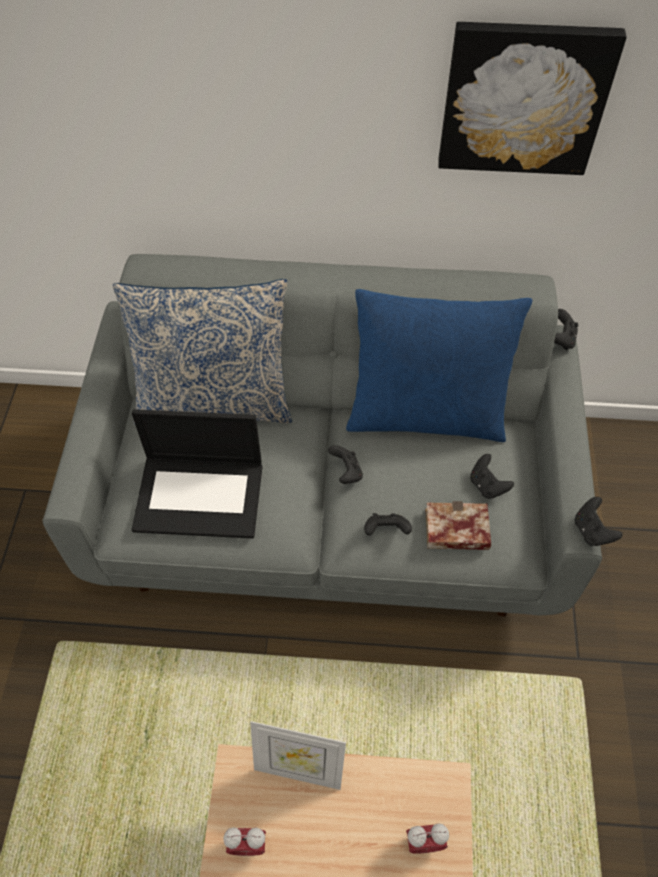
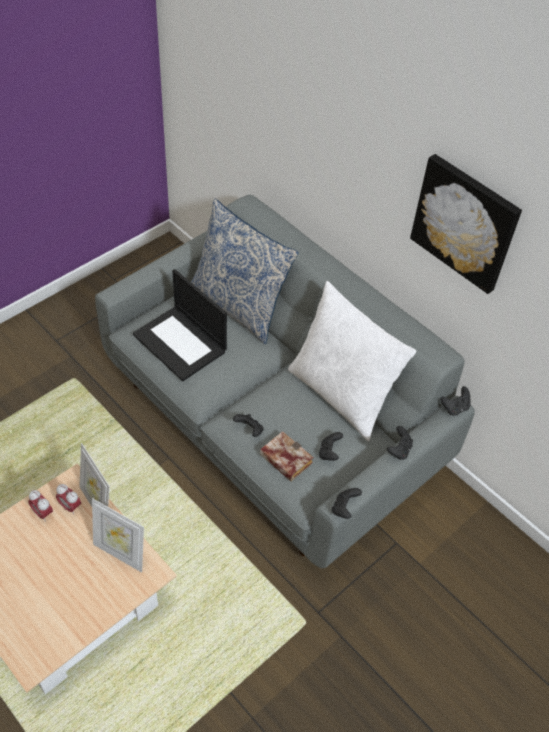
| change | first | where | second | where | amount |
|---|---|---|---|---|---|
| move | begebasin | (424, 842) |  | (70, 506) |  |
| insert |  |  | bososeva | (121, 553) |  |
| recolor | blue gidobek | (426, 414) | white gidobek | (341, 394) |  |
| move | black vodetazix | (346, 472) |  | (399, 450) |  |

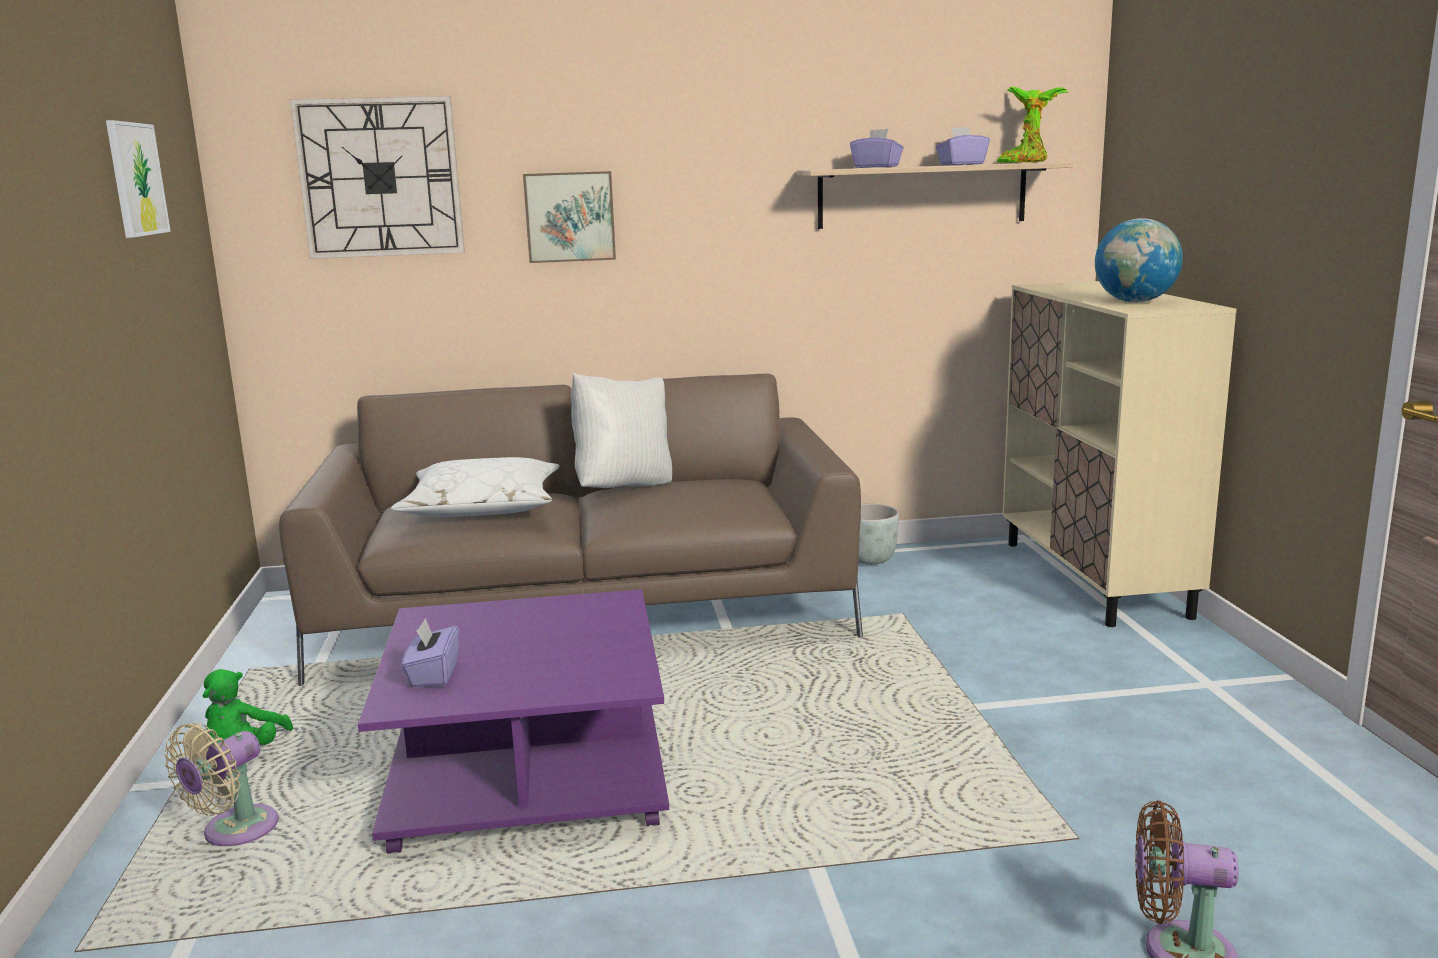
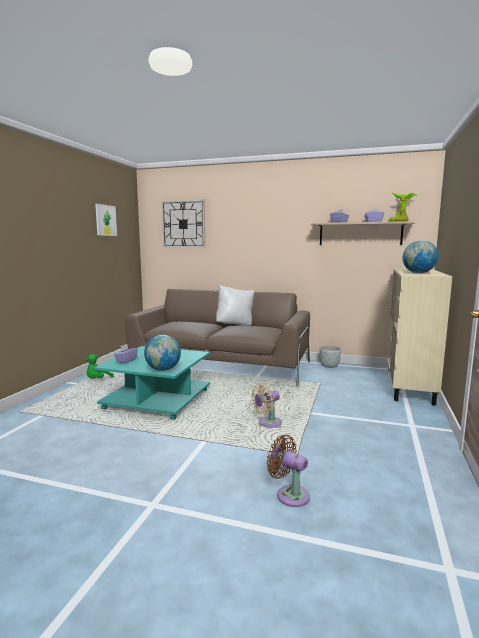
| change | first | where | second | where | amount |
|---|---|---|---|---|---|
| recolor | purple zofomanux | (532, 769) | turquoise zofomanux | (158, 399) |  |
| insert |  |  | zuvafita | (163, 369) |  |
| move | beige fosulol | (234, 832) |  | (267, 423) |  |
| delete | white gidobek | (482, 507) |  |  |  |
| delete | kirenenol | (569, 217) |  |  |  |

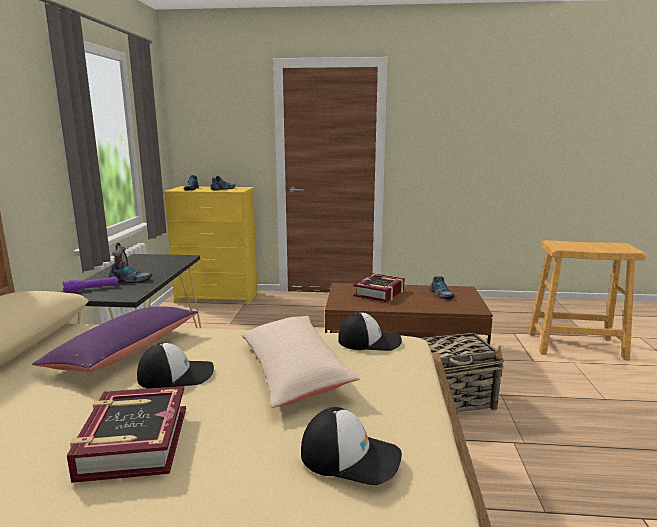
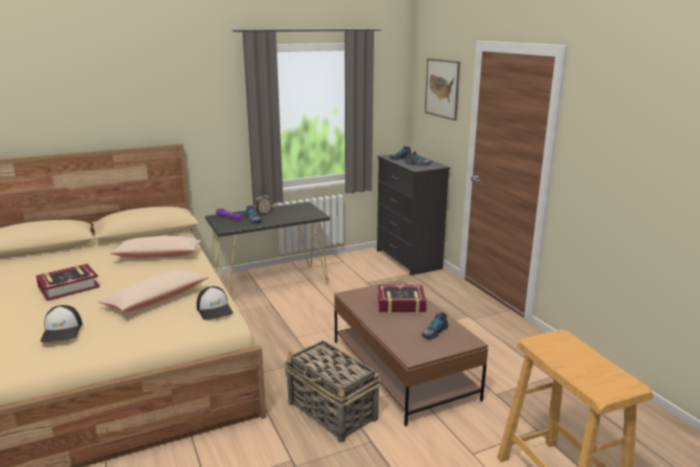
| change | first | where | second | where | amount |
|---|---|---|---|---|---|
| recolor | purple gidobek | (125, 351) | beige gidobek | (158, 256) |  |
| recolor | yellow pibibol | (217, 297) | black pibibol | (408, 260) |  |
| insert |  |  | kirenenol | (442, 88) |  |
| delete | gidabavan | (177, 374) |  |  |  |

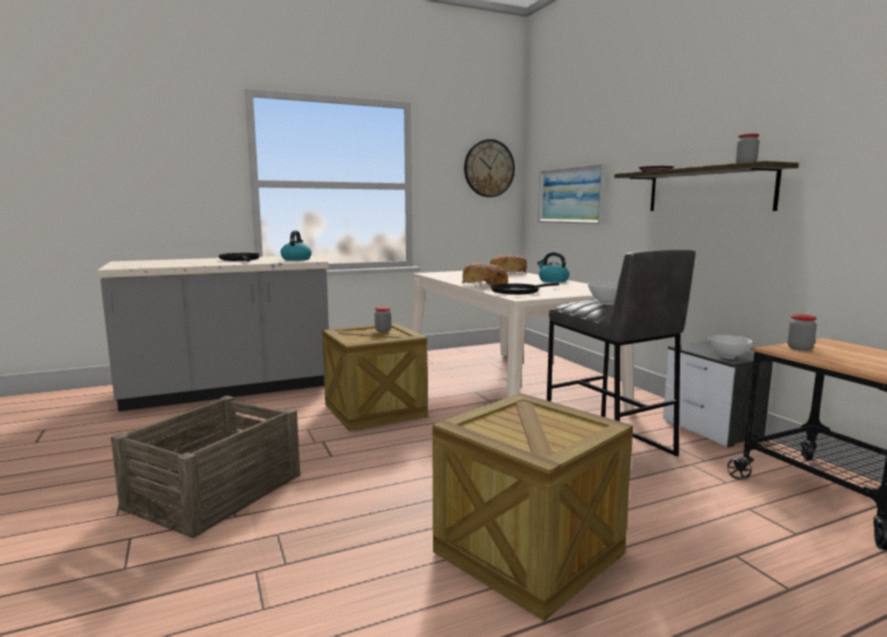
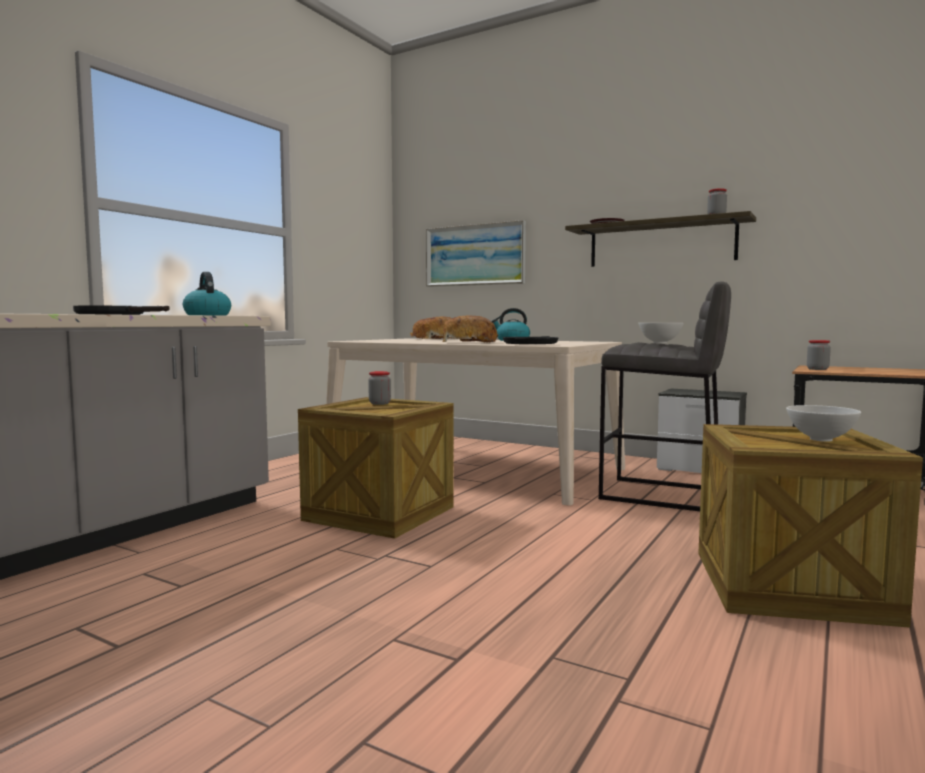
| change | first | where | second | where | amount |
|---|---|---|---|---|---|
| move | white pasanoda | (728, 357) |  | (820, 439) |  |
| delete | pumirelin | (216, 491) |  |  |  |
| delete | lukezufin | (489, 168) |  |  |  |

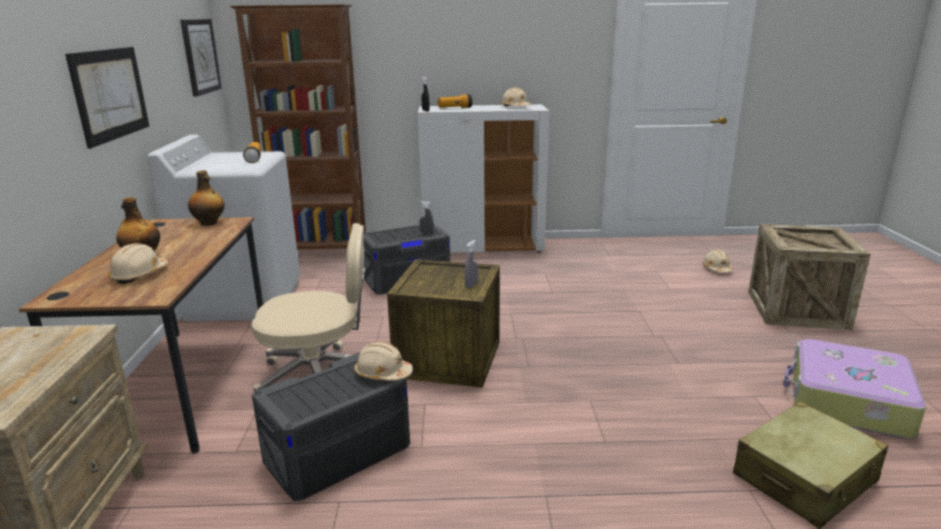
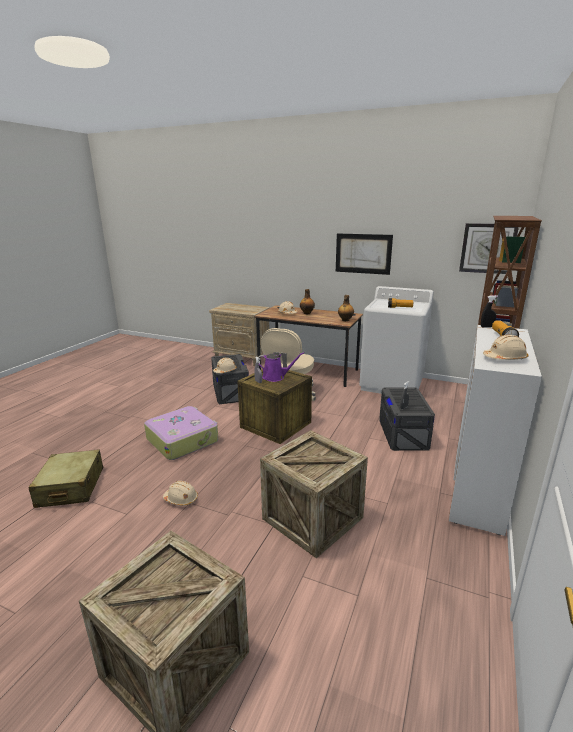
| change | first | where | second | where | amount |
|---|---|---|---|---|---|
| move | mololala | (847, 402) |  | (183, 440) |  |
| move | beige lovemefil | (716, 269) |  | (181, 499) |  |
| insert |  |  | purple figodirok | (275, 377) |  |
| insert |  |  | pumirelin | (312, 518) |  |

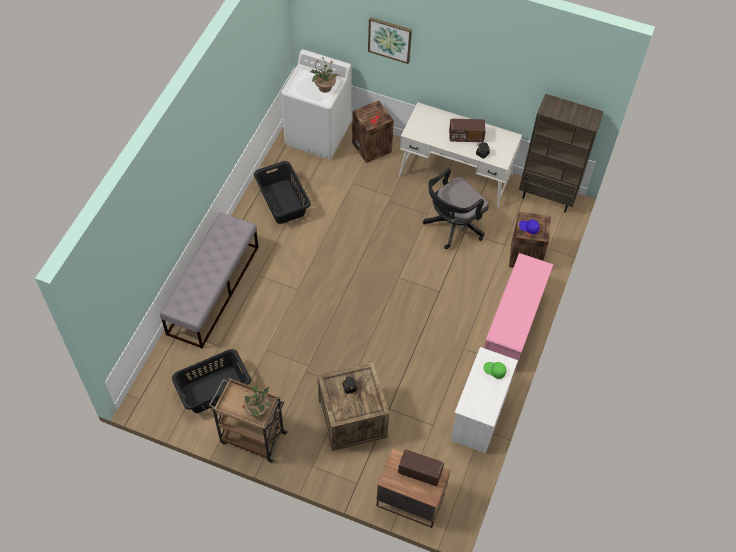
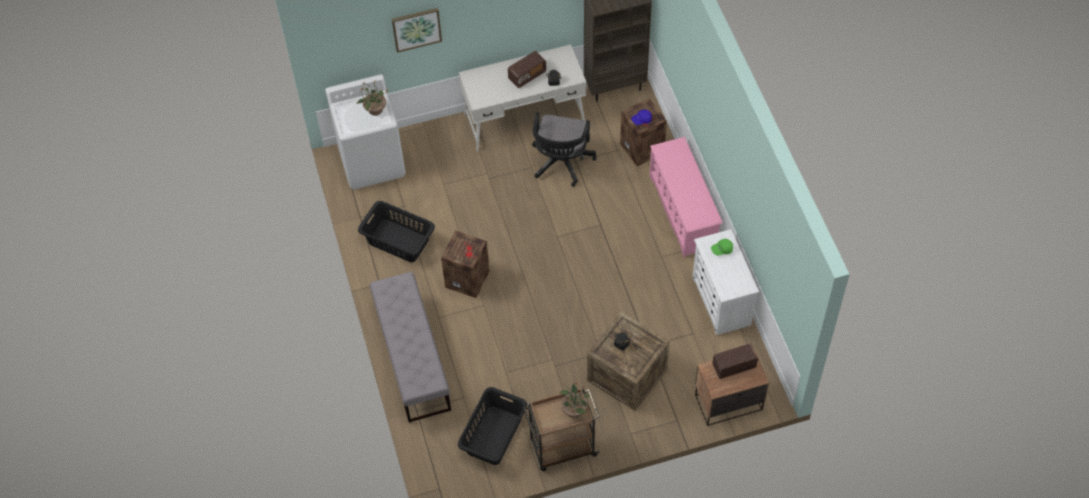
| change | first | where | second | where | amount |
|---|---|---|---|---|---|
| move | pumirelin | (372, 147) |  | (468, 279) |  |

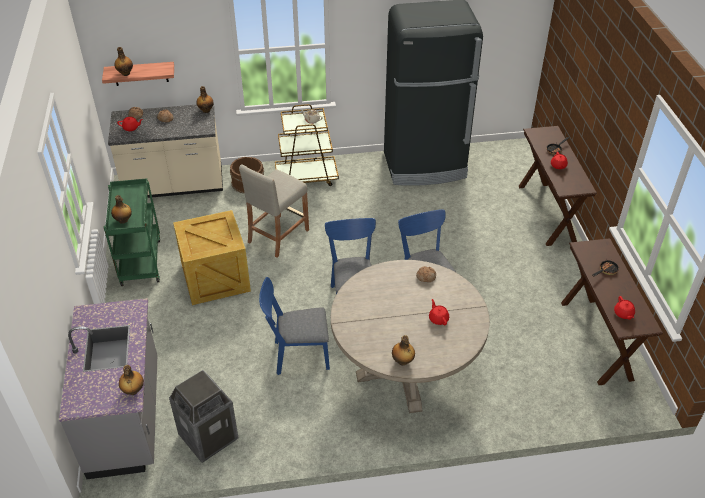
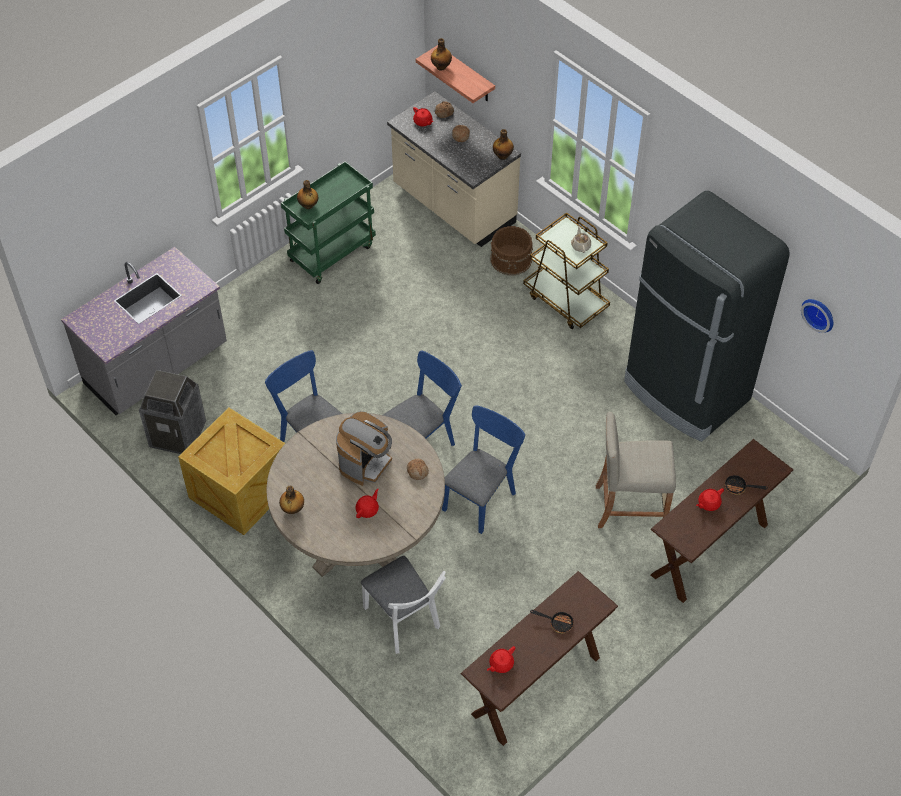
| change | first | where | second | where | amount |
|---|---|---|---|---|---|
| move | pumirelin | (214, 277) |  | (240, 490) |  |
| insert |  |  | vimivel | (366, 463) |  |
| insert |  |  | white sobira | (404, 622) |  |
| move | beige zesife | (278, 236) |  | (630, 506) |  |
| insert |  |  | lukezufin | (819, 313) |  |
| delete | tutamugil | (133, 391) |  |  |  |

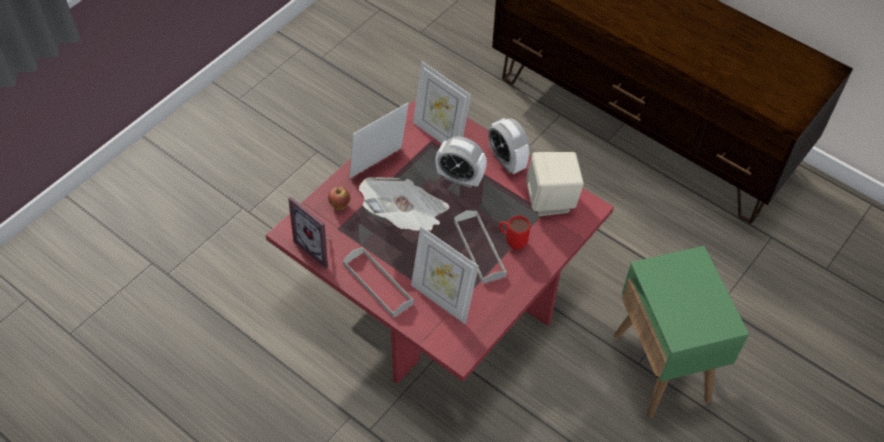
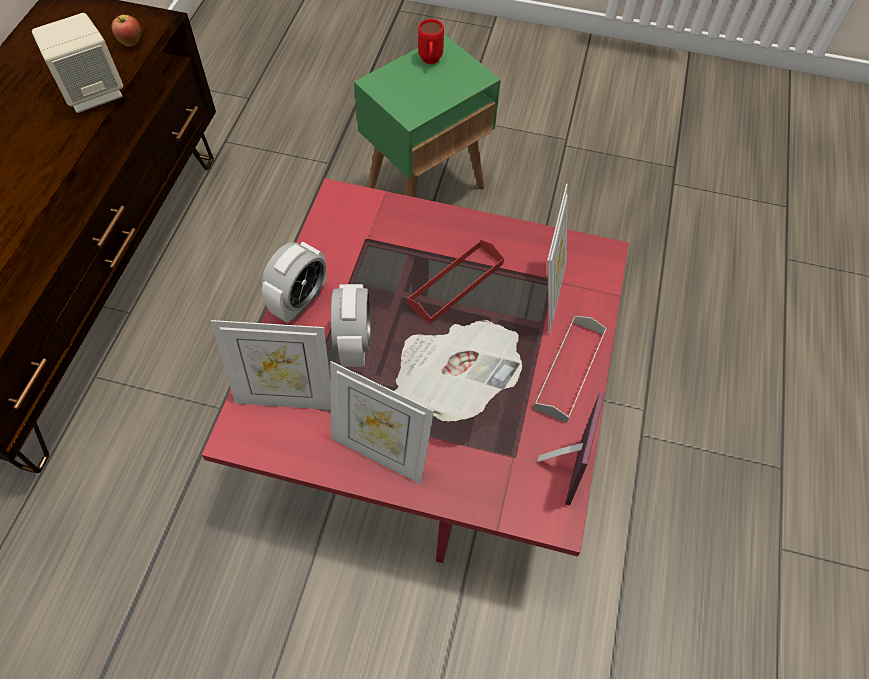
| change | first | where | second | where | amount |
|---|---|---|---|---|---|
| move | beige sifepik | (551, 200) |  | (93, 92) |  |
| move | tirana | (339, 205) |  | (131, 43) |  |
| rotate | bososeva | (440, 135) |  | (286, 397) | 75 degrees clockwise |
| recolor | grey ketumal | (479, 248) | red ketumal | (455, 283) |  |
| move | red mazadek | (512, 241) |  | (430, 62) |  |

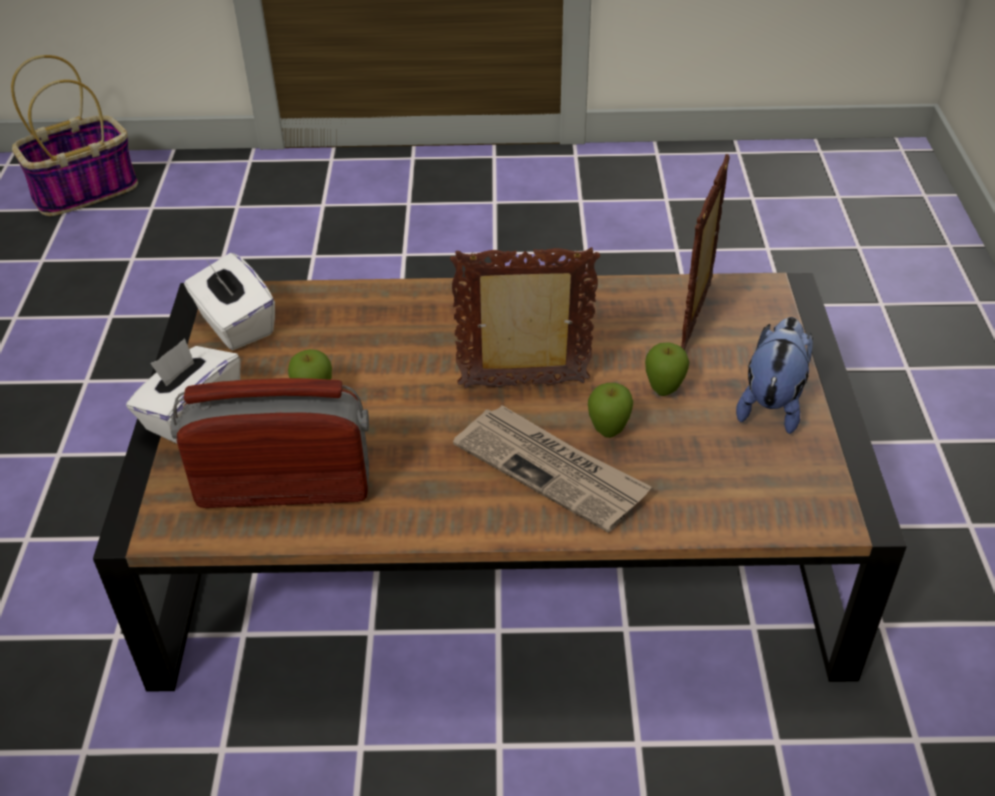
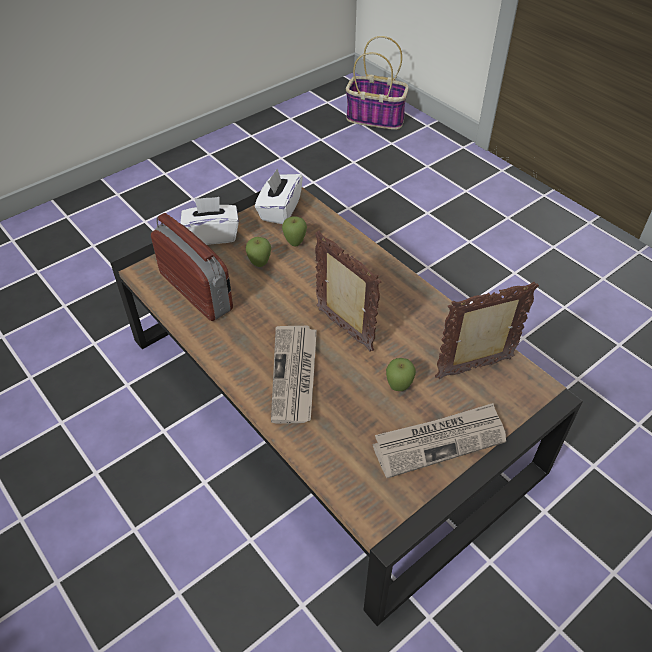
| change | first | where | second | where | amount |
|---|---|---|---|---|---|
| move | tirana | (608, 432) |  | (295, 243) |  |
| replace | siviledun | (772, 403) | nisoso | (439, 441) |  |

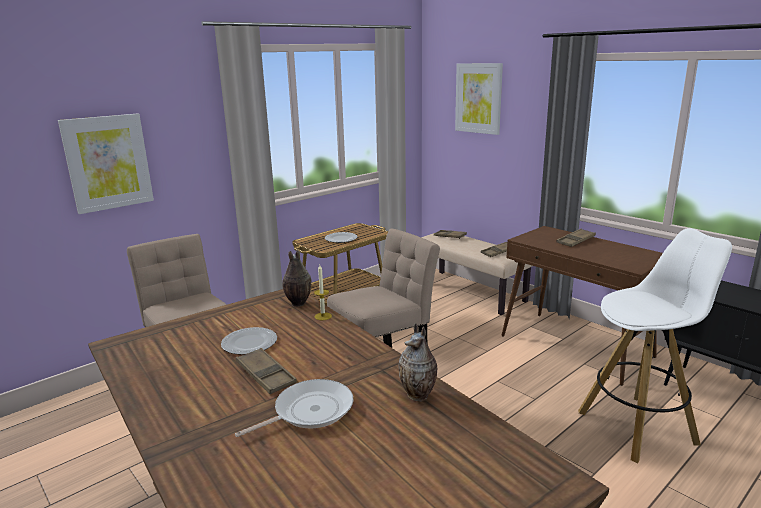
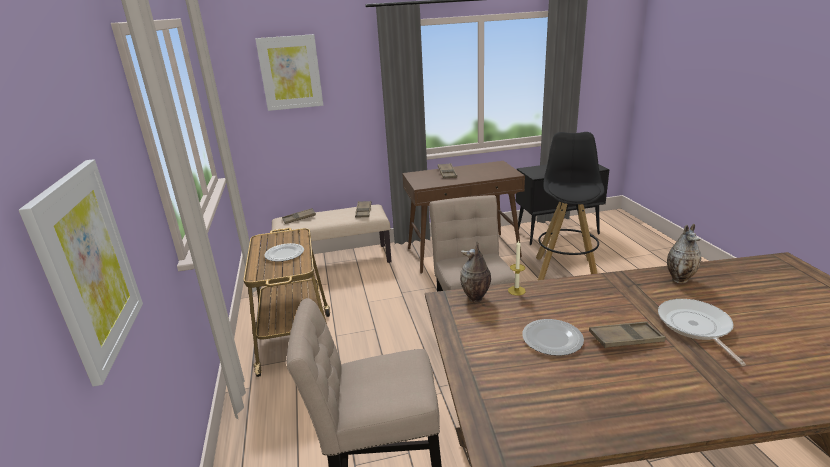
| change | first | where | second | where | amount |
|---|---|---|---|---|---|
| recolor | white zesife | (638, 427) | black zesife | (565, 270) |  |

